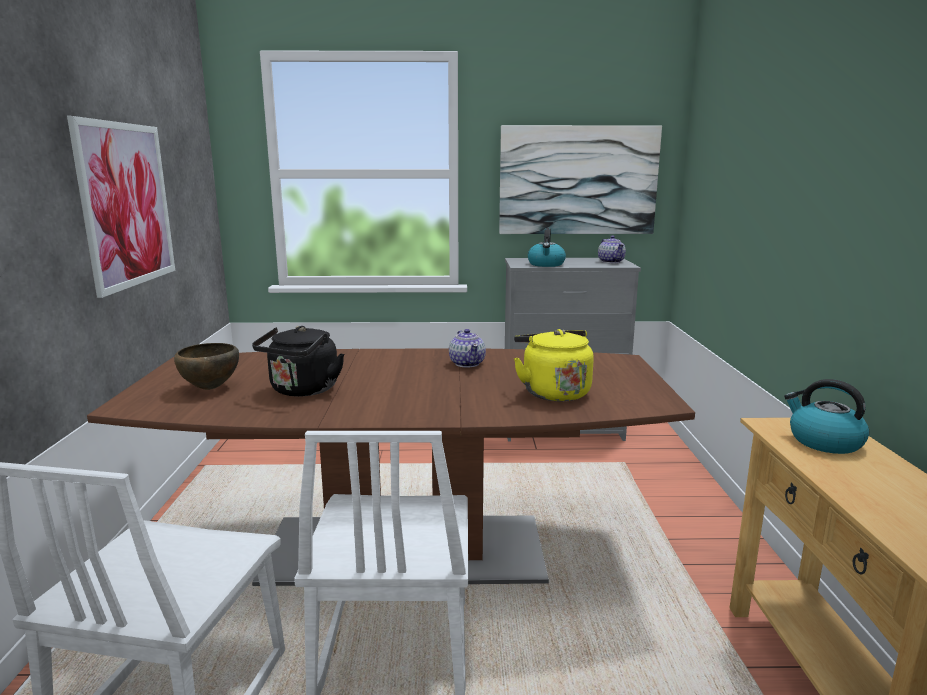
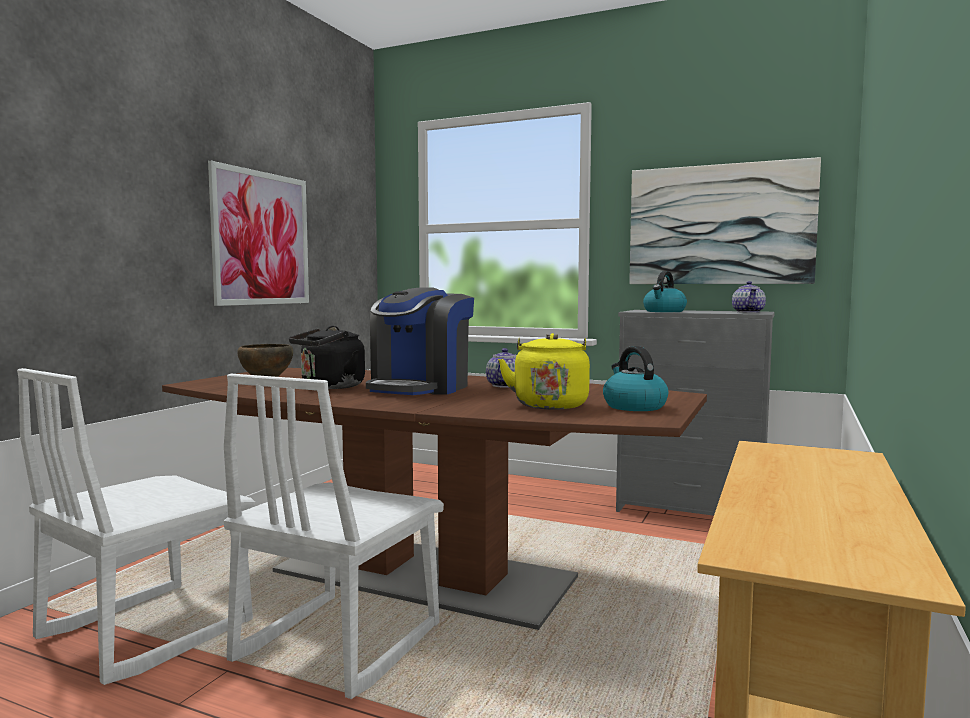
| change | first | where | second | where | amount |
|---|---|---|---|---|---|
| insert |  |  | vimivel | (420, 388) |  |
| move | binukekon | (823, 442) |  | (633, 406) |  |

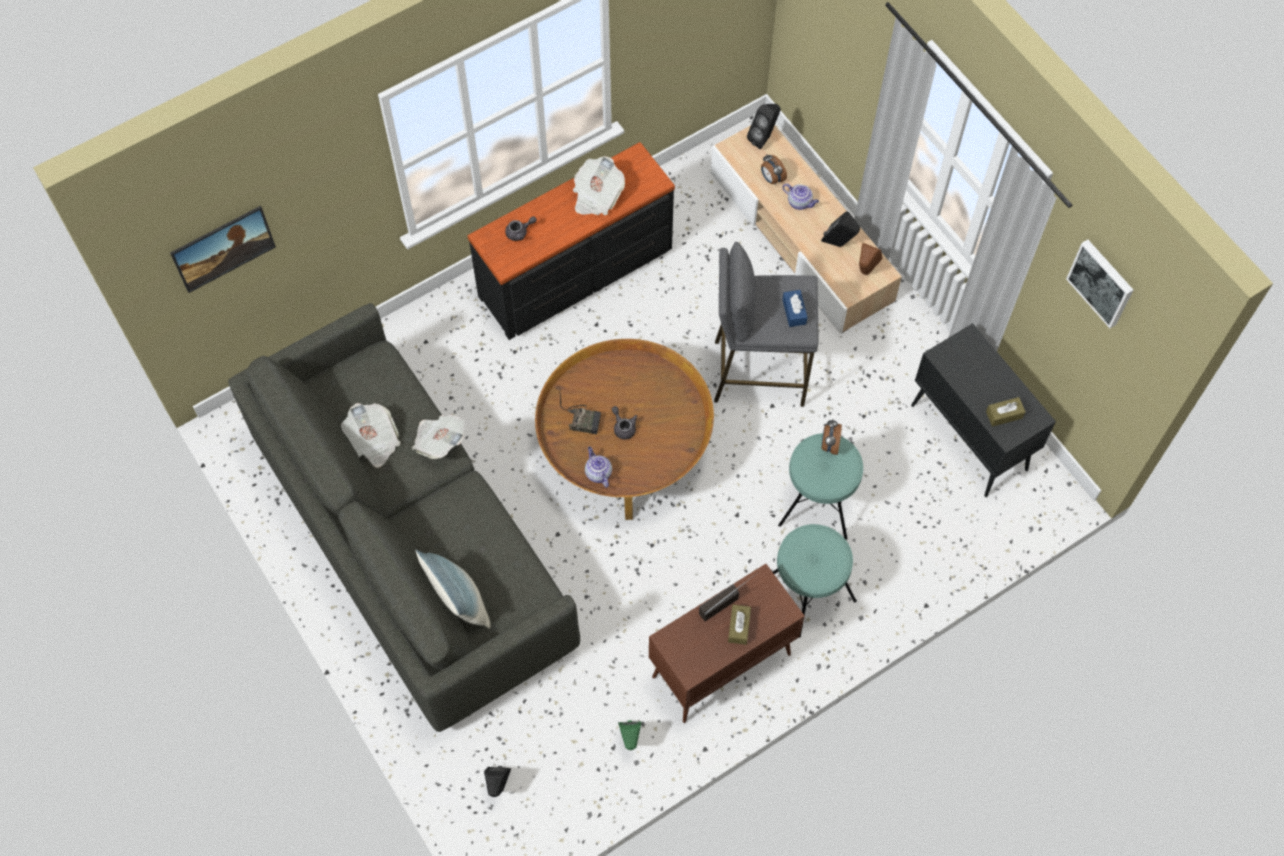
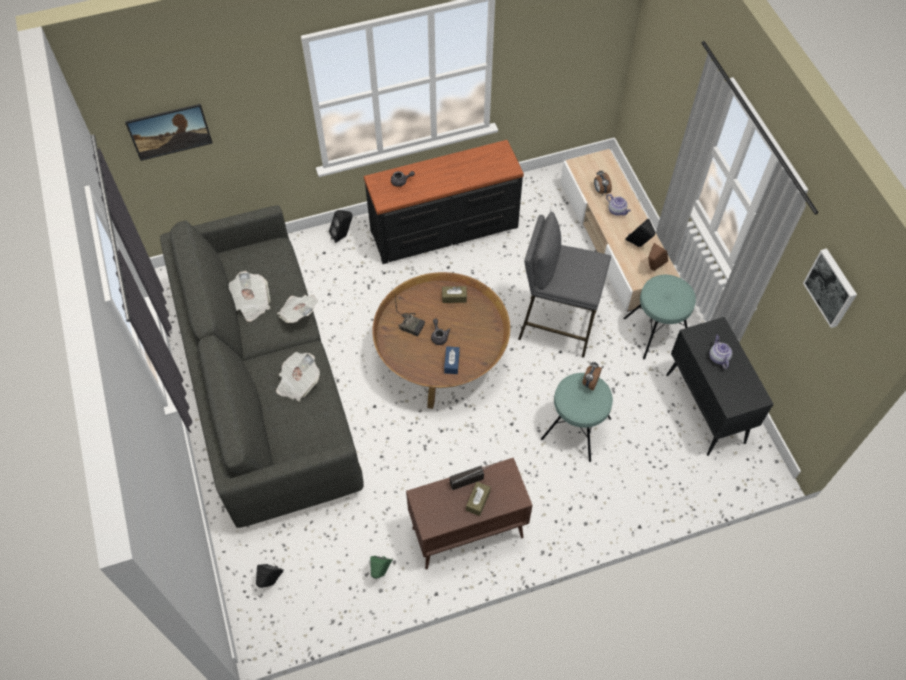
| change | first | where | second | where | amount |
|---|---|---|---|---|---|
| move | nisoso | (596, 196) |  | (298, 382) |  |
| move | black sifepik | (764, 138) |  | (343, 236) |  |
| move | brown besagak | (1004, 415) |  | (454, 297) |  |
| move | blue besagak | (794, 311) |  | (451, 363) |  |
| move | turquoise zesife | (807, 591) |  | (656, 331) |  |
| move | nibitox | (598, 473) |  | (718, 357) |  |
| delete | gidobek | (459, 601) |  |  |  |

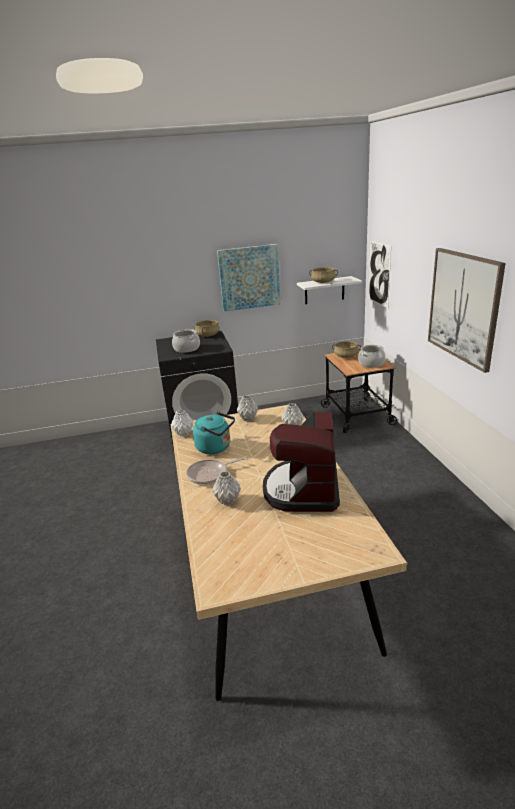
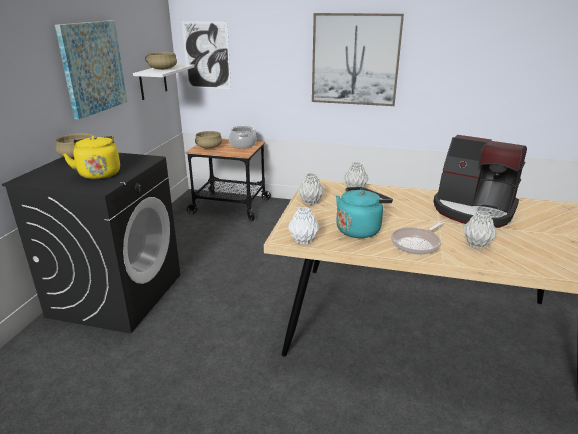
| change | first | where | second | where | amount |
|---|---|---|---|---|---|
| replace | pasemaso | (187, 349) | yellow binukekon | (99, 173) |  |
| rotate | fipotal | (210, 474) |  | (417, 243) | 45 degrees clockwise |

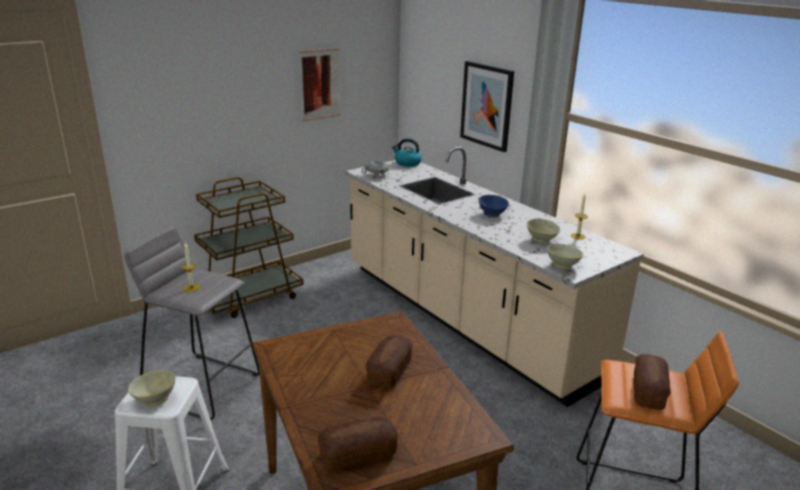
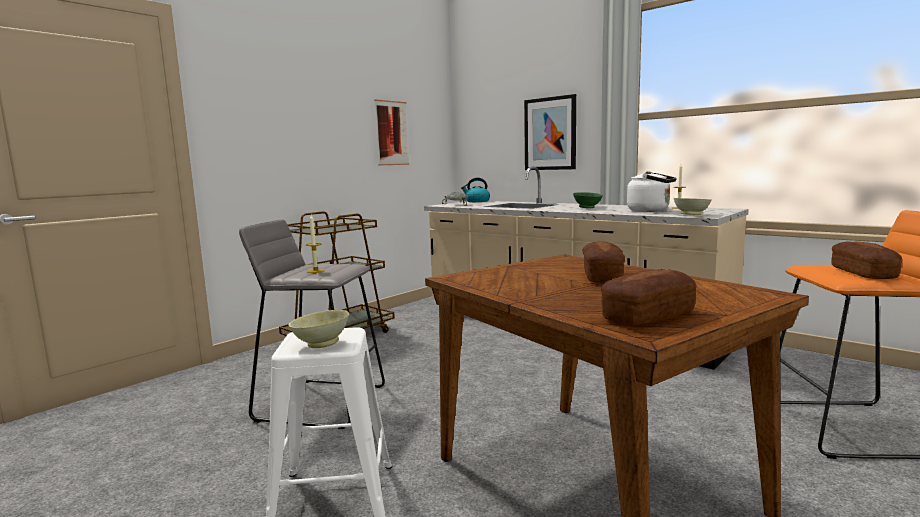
| change | first | where | second | where | amount |
|---|---|---|---|---|---|
| recolor | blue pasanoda | (492, 214) | green pasanoda | (587, 207) |  |
| replace | beige pasanoda | (541, 240) | white binukekon | (651, 210) |  |

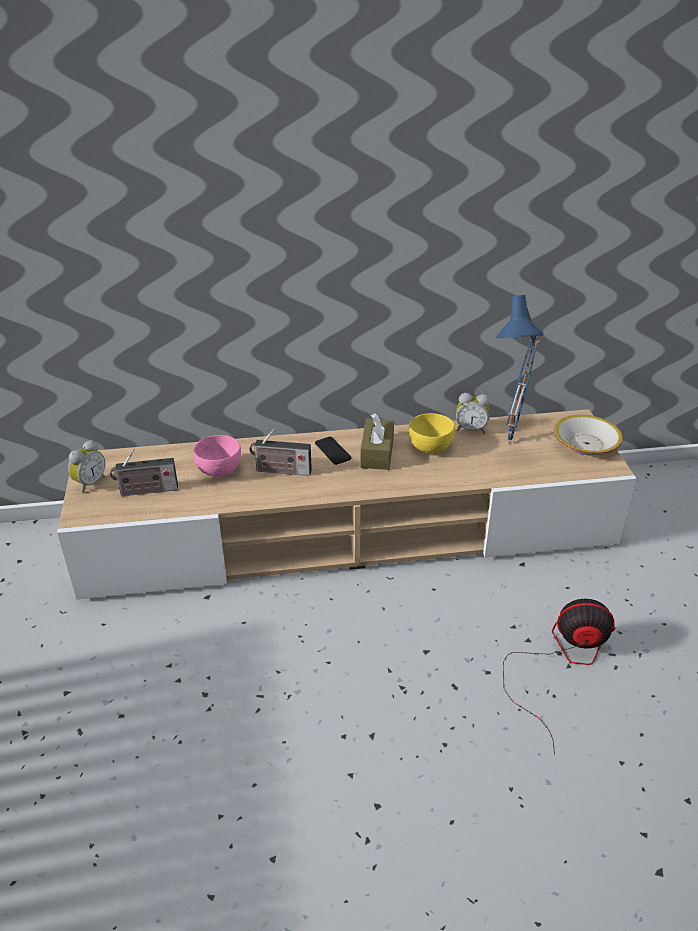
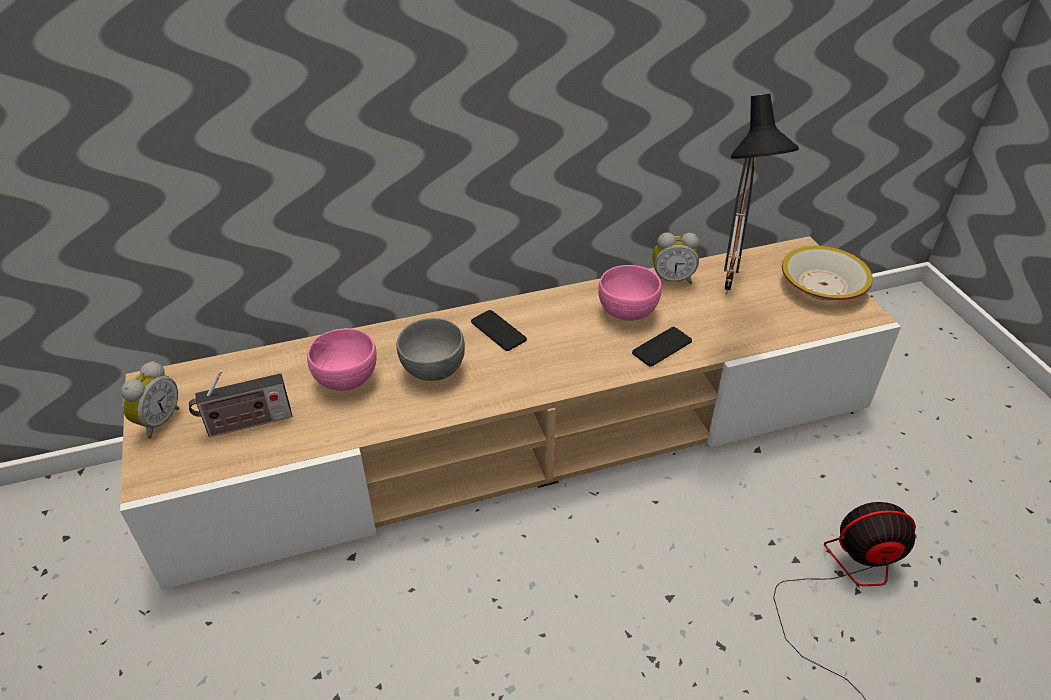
| change | first | where | second | where | amount |
|---|---|---|---|---|---|
| replace | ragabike | (281, 471) | grey pasanoda | (434, 369) |  |
| recolor | yellow pasanoda | (430, 448) | pink pasanoda | (628, 313) |  |
| insert |  |  | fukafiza | (662, 347) |  |
| recolor | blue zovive | (513, 443) | black zovive | (731, 293) |  |
| delete | brown besagak | (377, 453) |  |  |  |

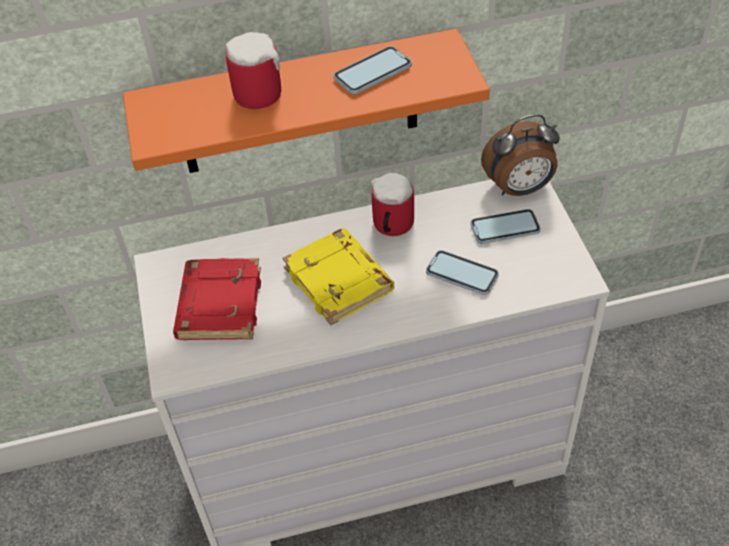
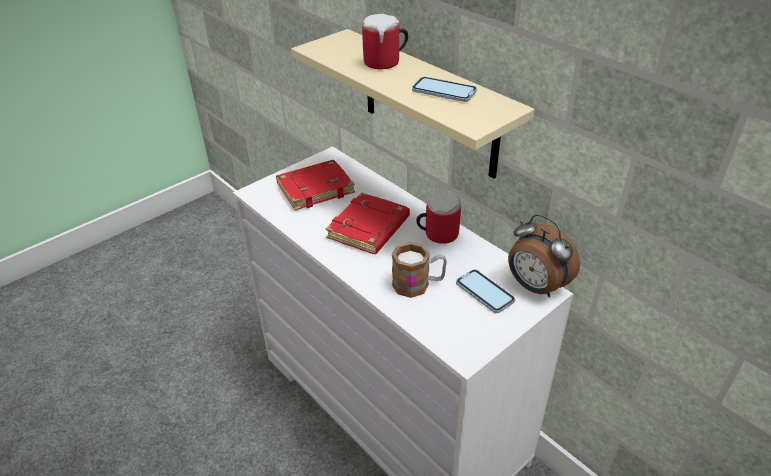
| change | first | where | second | where | amount |
|---|---|---|---|---|---|
| recolor | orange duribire | (299, 105) | beige duribire | (429, 104) |  |
| recolor | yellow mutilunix | (340, 281) | red mutilunix | (369, 229) |  |
| replace | fukafiza | (462, 274) | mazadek | (418, 284) |  |

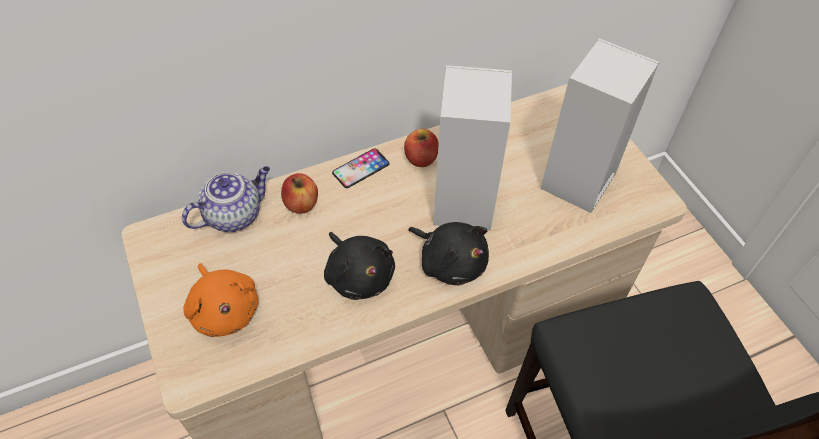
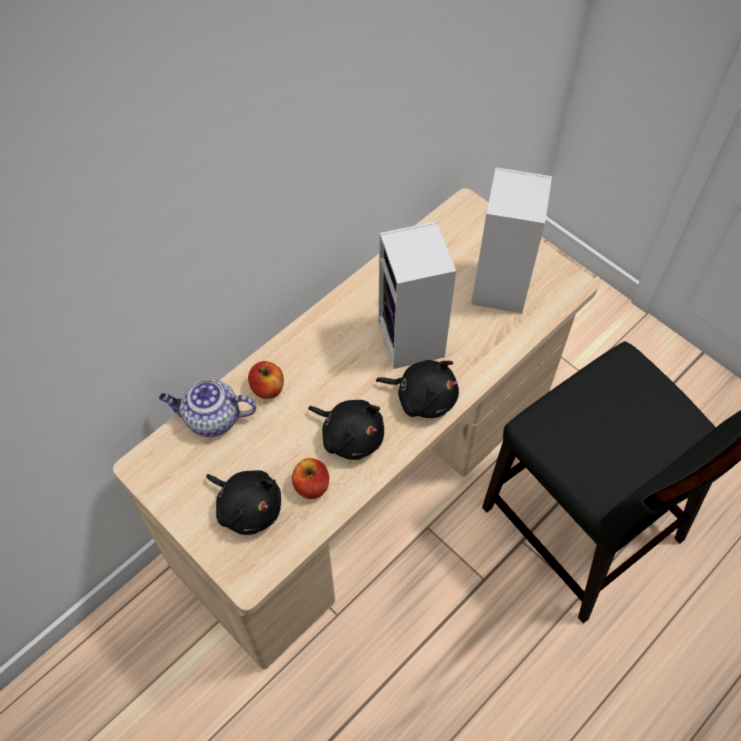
| change | first | where | second | where | amount |
|---|---|---|---|---|---|
| rotate | nibitox | (234, 215) |  | (211, 419) | 120 degrees counterclockwise |
| recolor | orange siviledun | (225, 309) | black siviledun | (247, 507) |  |
| move | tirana | (421, 158) |  | (311, 485) |  |
| delete | fukafiza | (361, 168) |  |  |  |

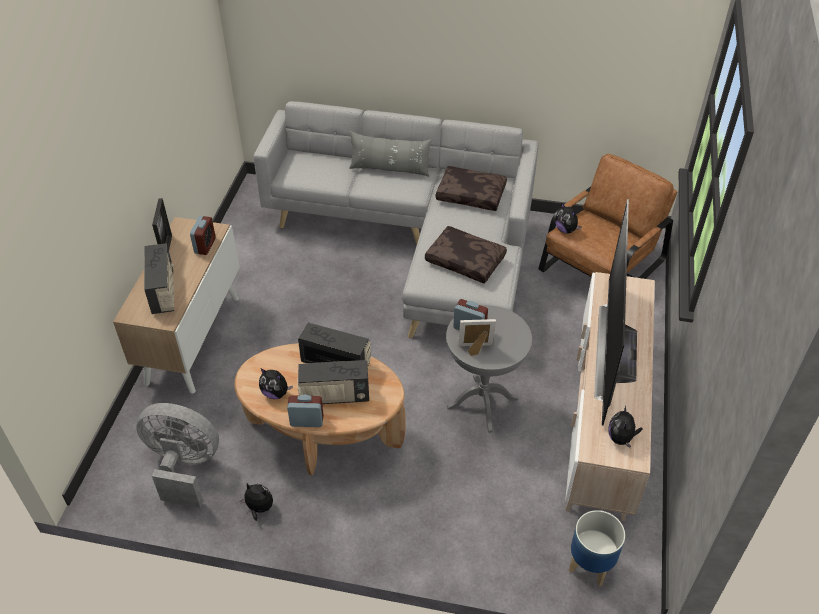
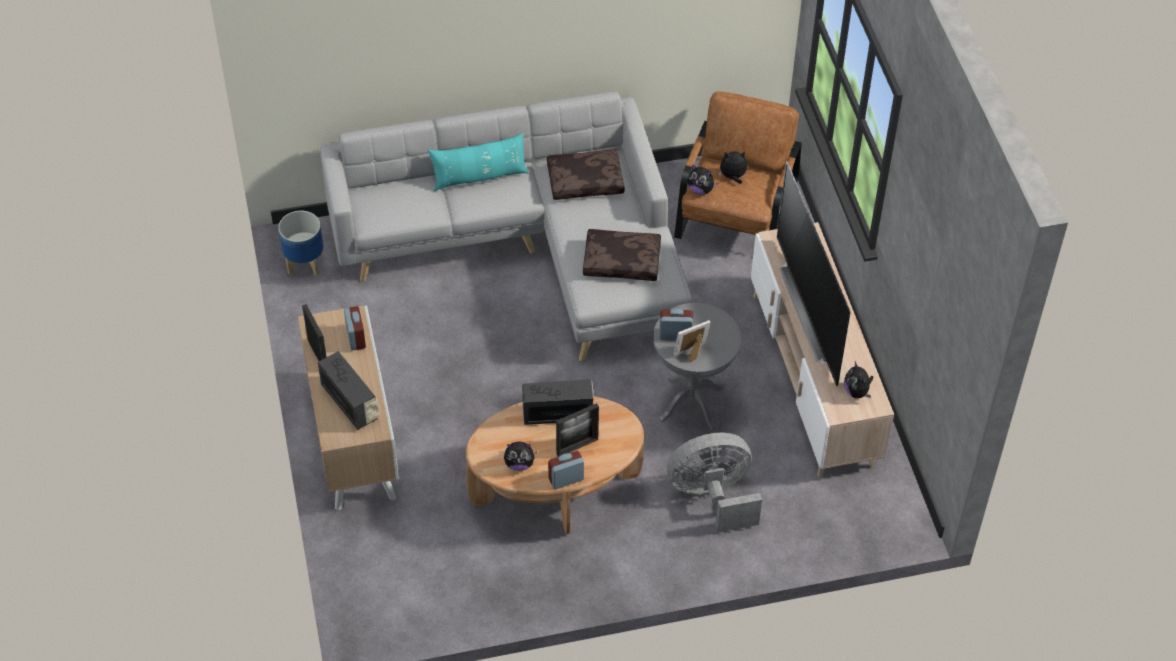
| change | first | where | second | where | amount |
|---|---|---|---|---|---|
| move | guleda | (590, 564) |  | (305, 263) |  |
| recolor | grey gidobek | (390, 169) | turquoise gidobek | (479, 177) |  |
| replace | ragabike | (334, 396) | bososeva | (577, 447) |  |
| move | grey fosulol | (184, 467) |  | (712, 496) |  |
| move | siviledun | (259, 508) |  | (732, 177) |  |

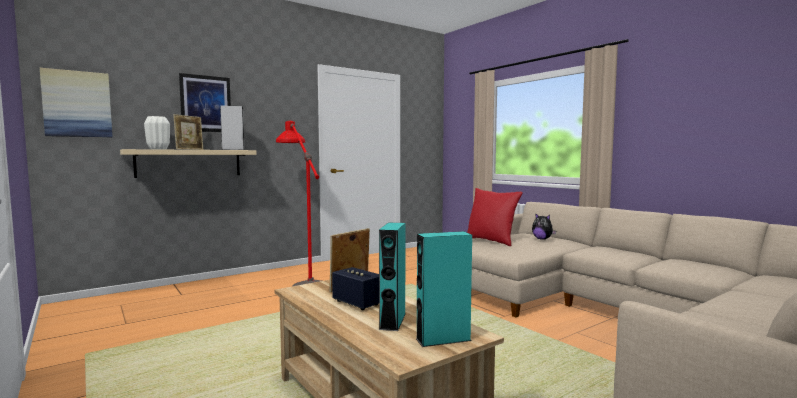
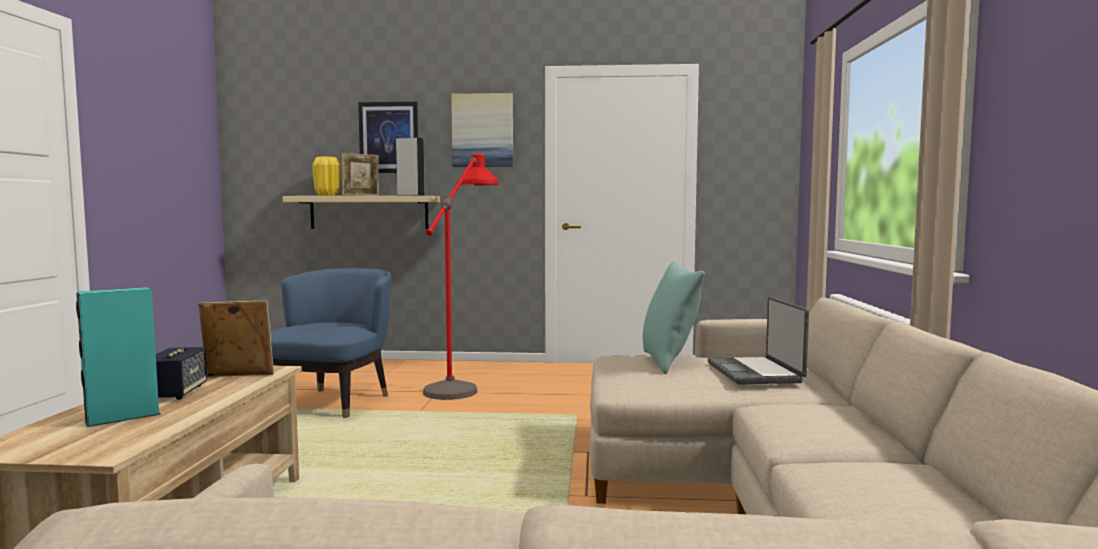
| change | first | where | second | where | amount |
|---|---|---|---|---|---|
| insert |  |  | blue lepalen | (334, 402) |  |
| recolor | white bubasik | (158, 149) | yellow bubasik | (327, 195) |  |
| move | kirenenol | (77, 104) |  | (482, 130) |  |
| recolor | red gidobek | (491, 241) | turquoise gidobek | (669, 362) |  |
| replace | siviledun | (542, 239) | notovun | (756, 373) |  |
| delete | turquoise sifepik | (443, 339) |  |  |  |

